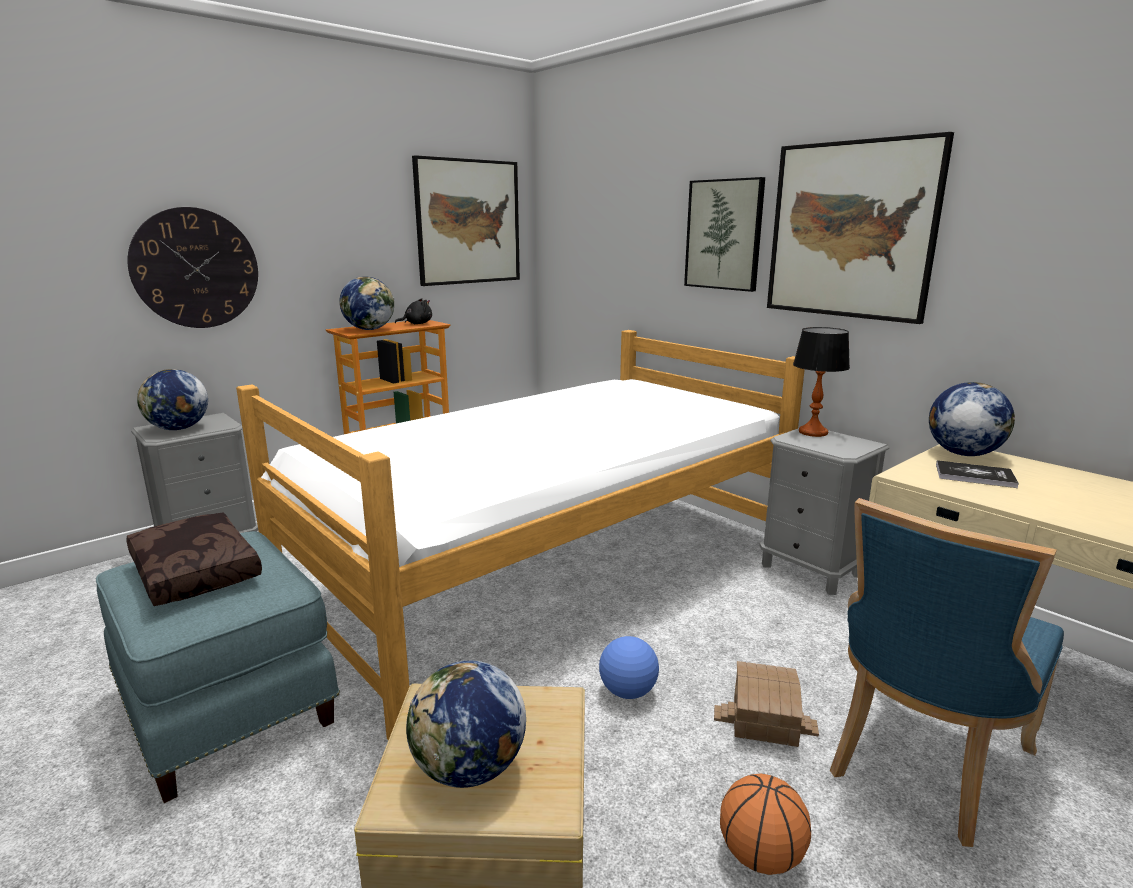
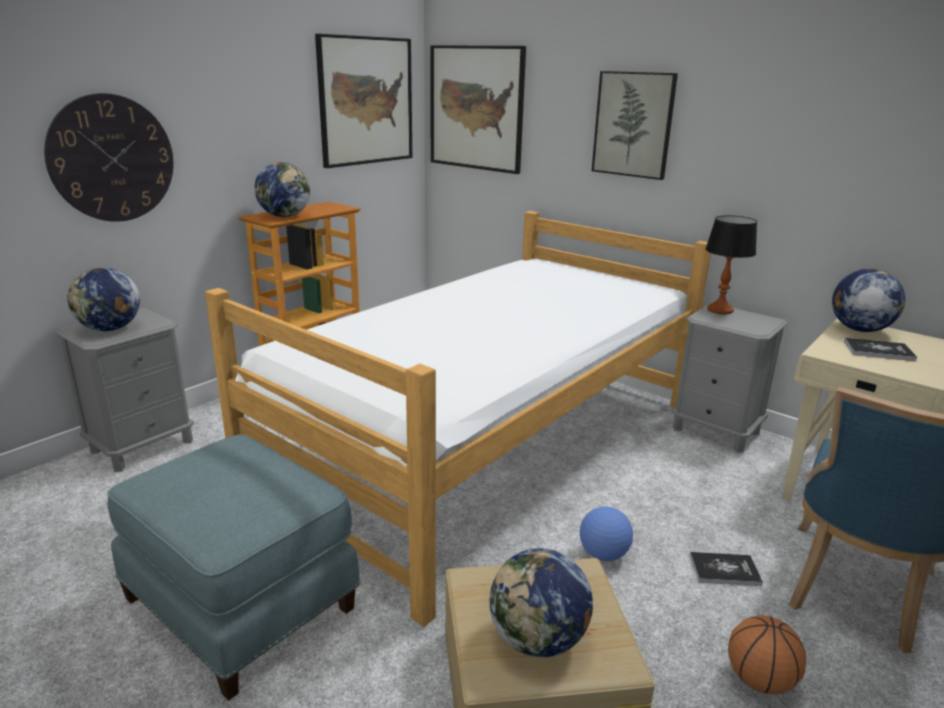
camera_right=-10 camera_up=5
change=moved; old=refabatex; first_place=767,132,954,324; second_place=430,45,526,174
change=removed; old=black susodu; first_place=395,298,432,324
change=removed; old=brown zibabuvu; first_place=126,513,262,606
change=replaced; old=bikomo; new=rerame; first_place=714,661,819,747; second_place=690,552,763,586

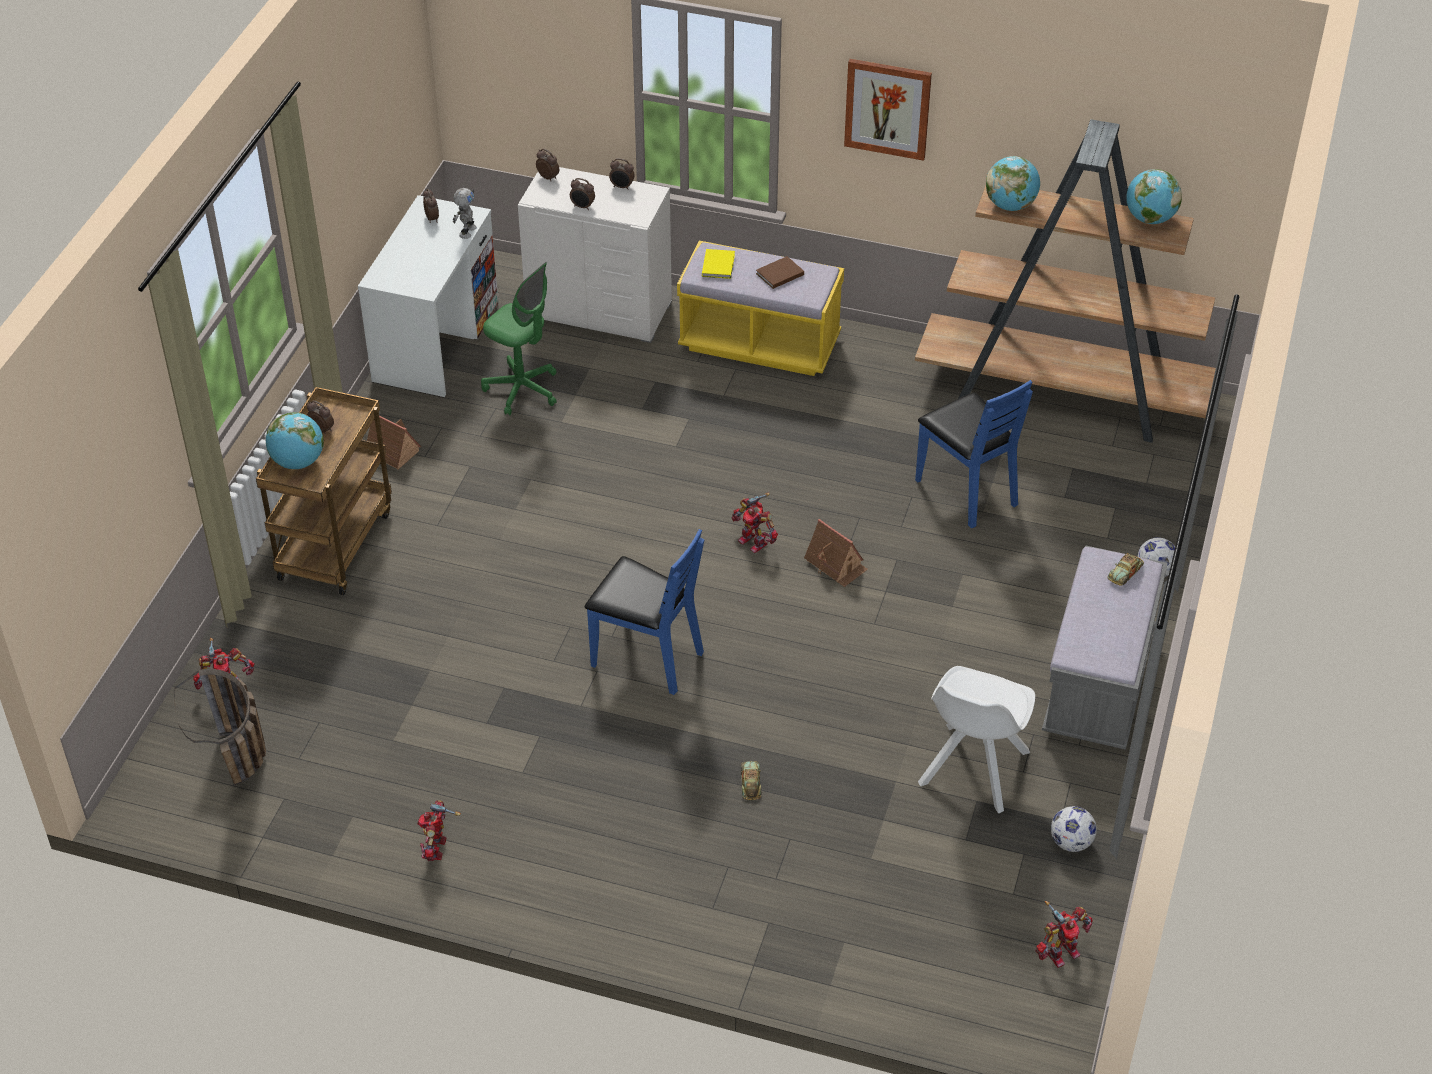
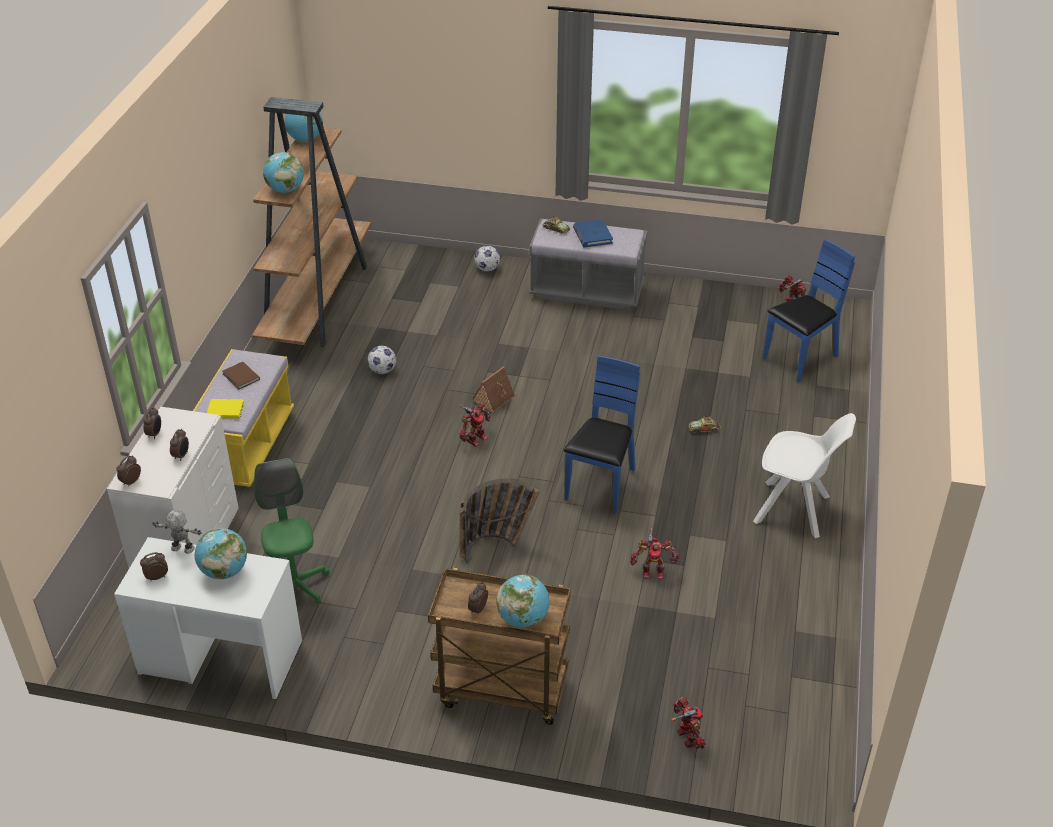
camera_right=-95 camera_up=-5
change=removed; old=refabatex; first_place=844,59,932,161
change=turned; old=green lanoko; first_place=481,262,557,415; second_place=254,458,330,604; degrees=-45
change=moved; old=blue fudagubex; first_place=915,380,1033,528; second_place=763,240,855,382
change=removed; old=bikomo; first_place=367,415,422,469
change=moved; old=white fudagubex; first_place=918,666,1035,814; second_place=753,413,856,538
change=moved; old=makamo; first_place=174,669,266,785; second_place=460,478,540,564
change=moved; old=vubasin; first_place=418,800,461,861; second_place=630,528,679,579
change=moved; old=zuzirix; first_place=1051,806,1097,852; second_place=368,346,396,374
change=added; new=blue rerame; second_place=573,219,613,248
change=added; new=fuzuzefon; second_place=195,528,247,579

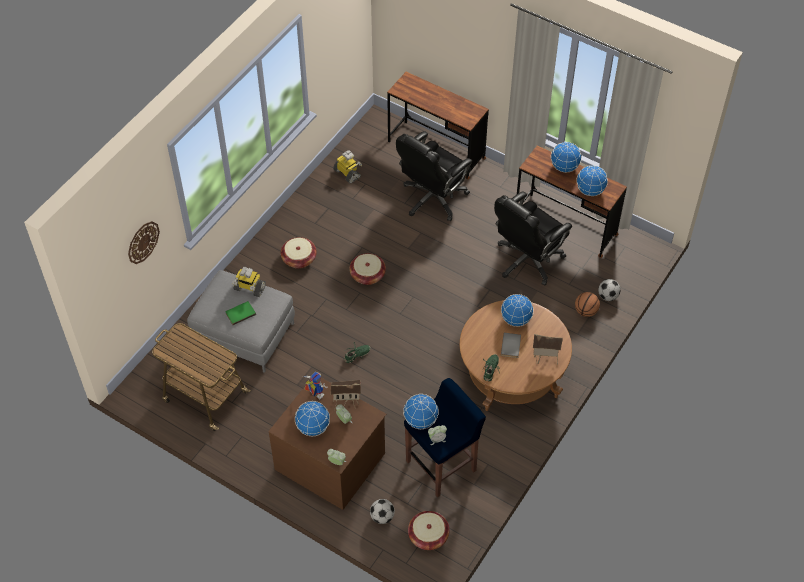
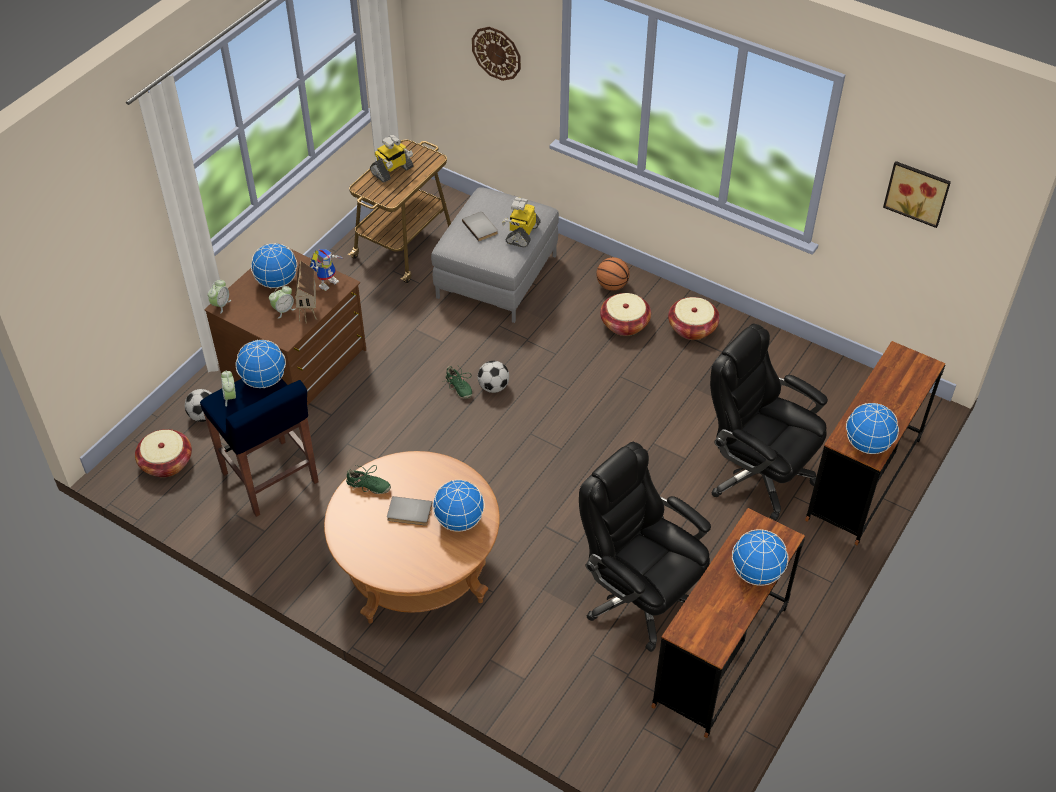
camera_right=90 camera_up=-5
change=moved; old=vubasin; first_place=333,150,362,184; second_place=370,135,413,183
change=moved; old=fuzuzefon; first_place=576,165,608,196; second_place=846,403,899,454
change=moved; old=makamo; first_place=349,253,386,285; second_place=668,297,720,340
change=moved; old=zuzirix; first_place=598,279,621,301; second_place=478,361,509,393
change=moved; old=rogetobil; first_place=575,292,600,317; second_place=596,257,630,291
change=recoloured; old=green rerame; new=grey rerame; first_place=226,301,256,325; second_place=462,212,498,241
change=removed; old=bikomo; first_place=533,334,563,364
change=added; new=refabatex; second_place=883,161,951,228

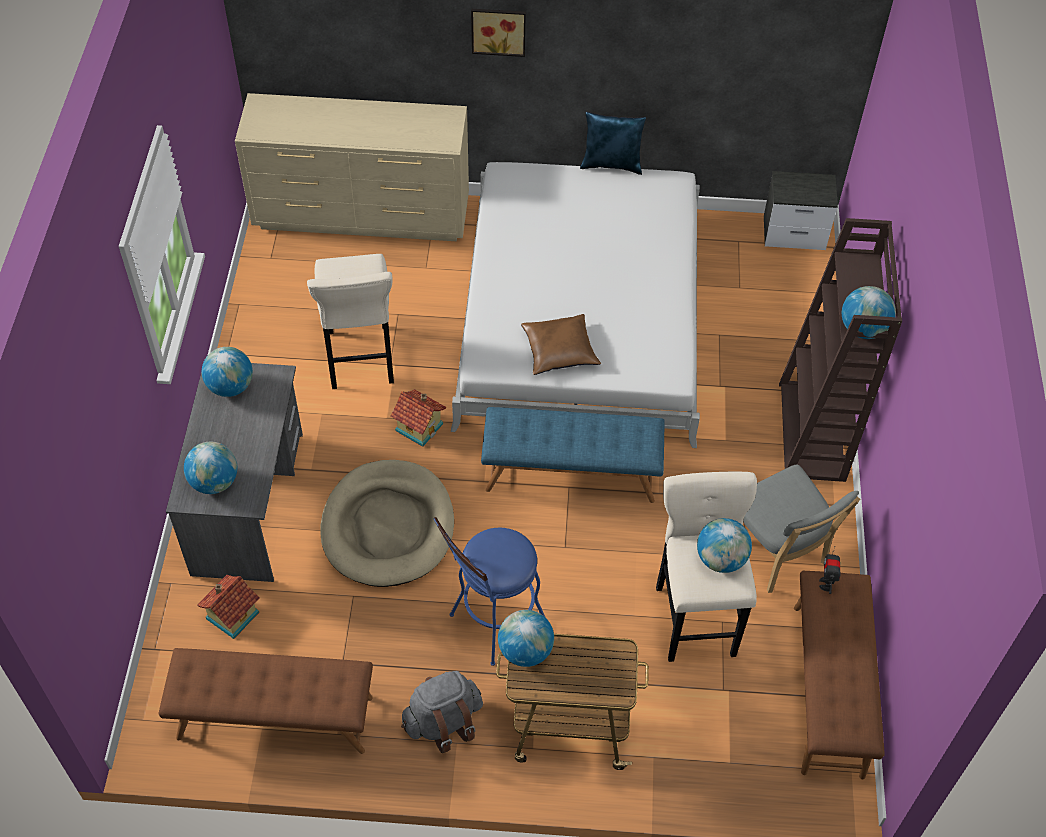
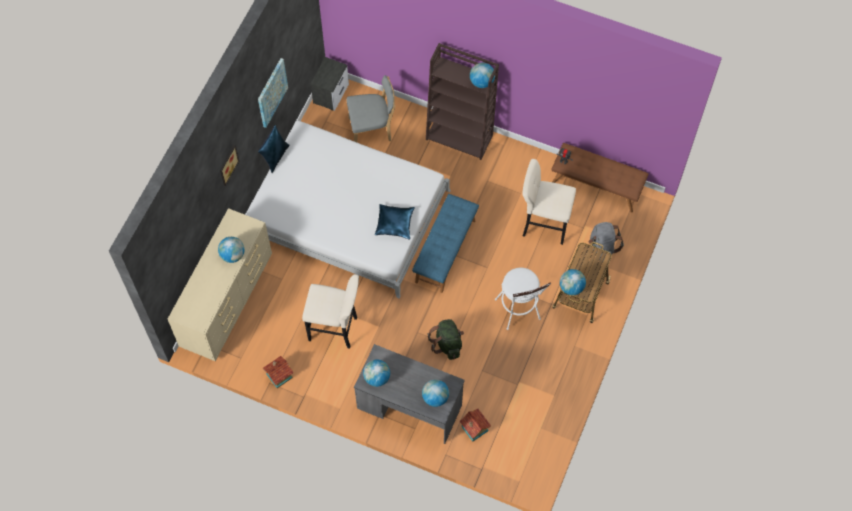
camera_right=-70 camera_up=10
change=recoloured; old=brown zibabuvu; new=blue zibabuvu; first_place=521,314,601,375; second_place=375,204,415,240
change=moved; old=bikomo; first_place=390,389,446,447; second_place=263,356,294,388
change=replaced; old=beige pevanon; new=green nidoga; first_place=320,460,454,587; second_place=428,319,464,360
change=moved; old=grey fudagubex; first_place=743,465,860,593; second_place=346,75,396,142
change=recoloured; old=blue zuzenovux; new=white zuzenovux; first_place=433,517,546,666; second_place=495,268,551,330
change=moved; old=fuzuzefon; first_place=697,518,752,573; second_place=218,237,244,263
change=removed; old=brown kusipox; first_place=159,648,373,754
change=moved; old=grey nidoga; first_place=401,671,483,753; second_place=589,222,624,258
change=added; new=refabatex; second_place=258,58,288,128

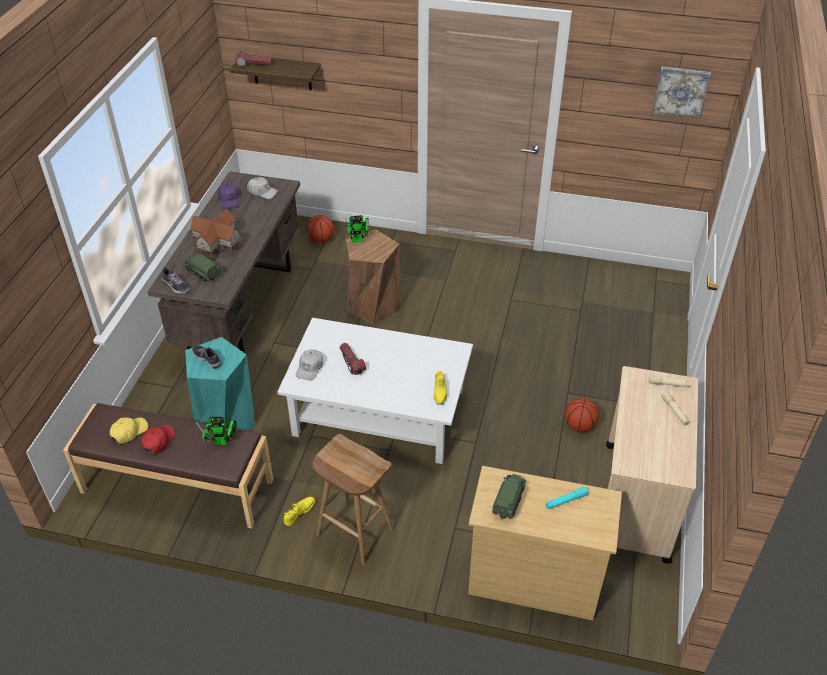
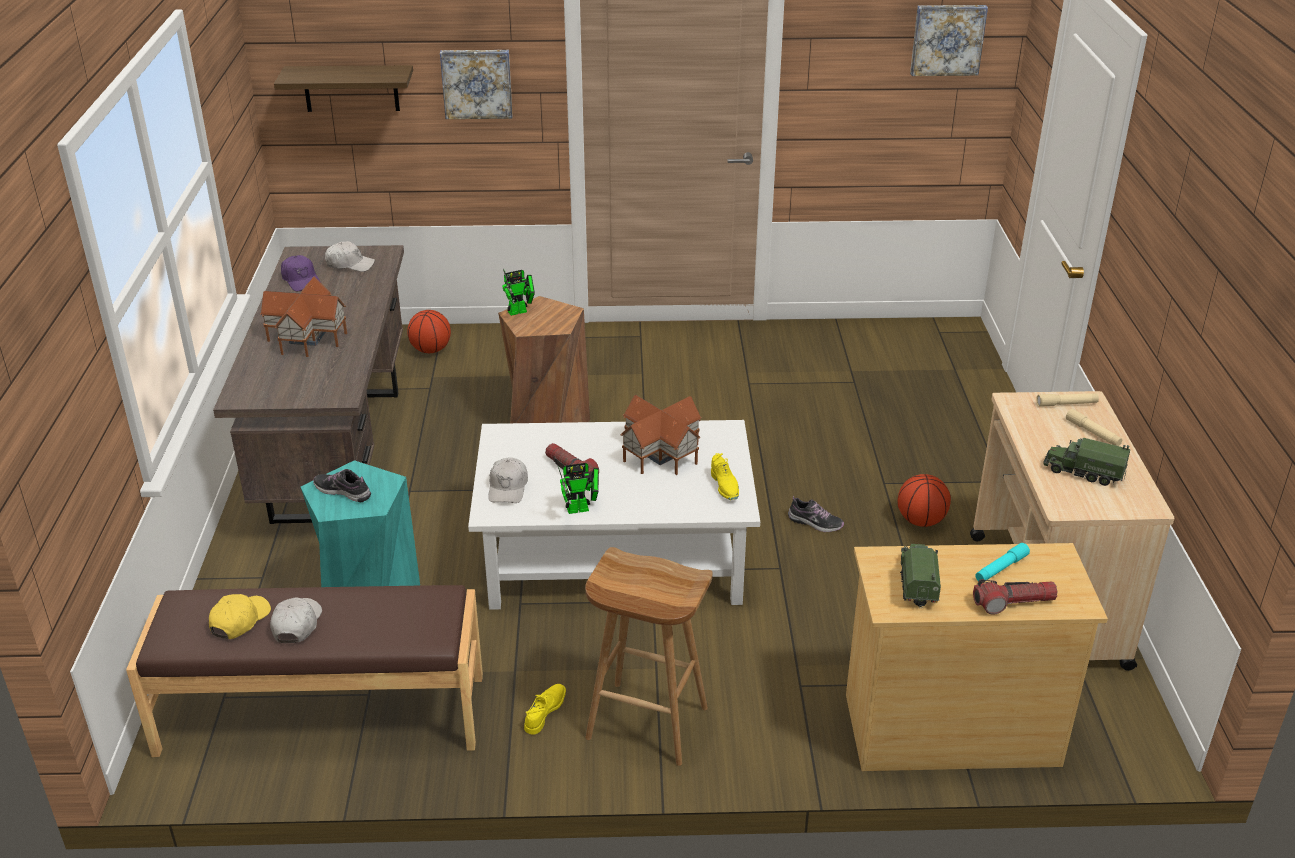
camera_right=-15 camera_up=-10
change=moved; old=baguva; first_place=235,51,272,67; second_place=973,579,1058,615
change=moved; old=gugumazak; first_place=183,254,220,282; second_place=1043,438,1130,486
change=moved; old=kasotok; first_place=162,266,191,294; second_place=788,496,844,532
change=moved; old=vubasin; first_place=196,417,237,445; second_place=558,463,599,514
change=recoloured; old=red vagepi; new=white vagepi; first_place=141,425,175,454; second_place=270,597,322,643
change=added; new=refabatex; second_place=440,50,513,119
change=added; new=bikomo; second_place=621,395,702,475

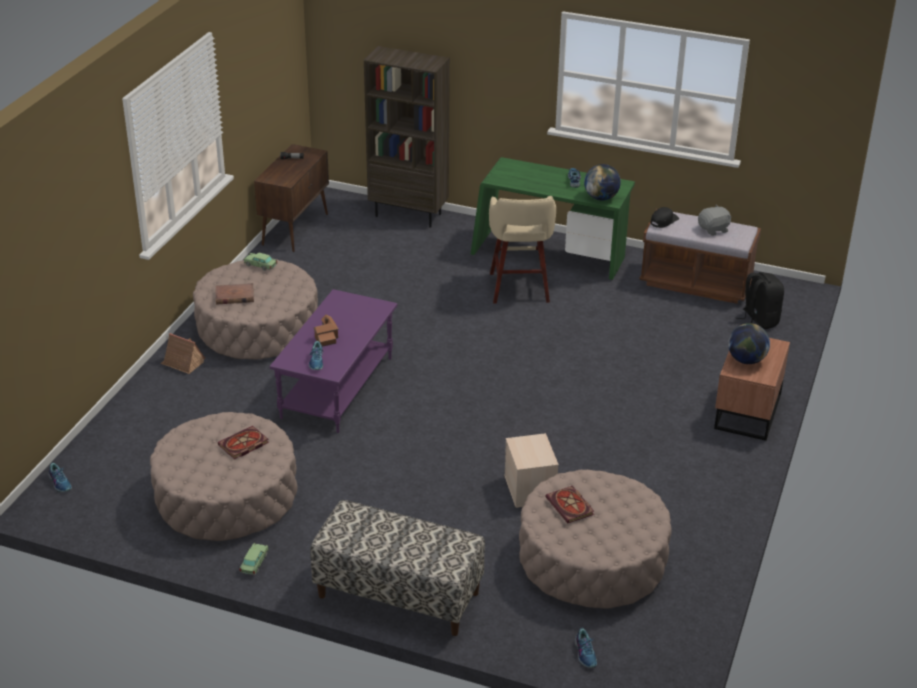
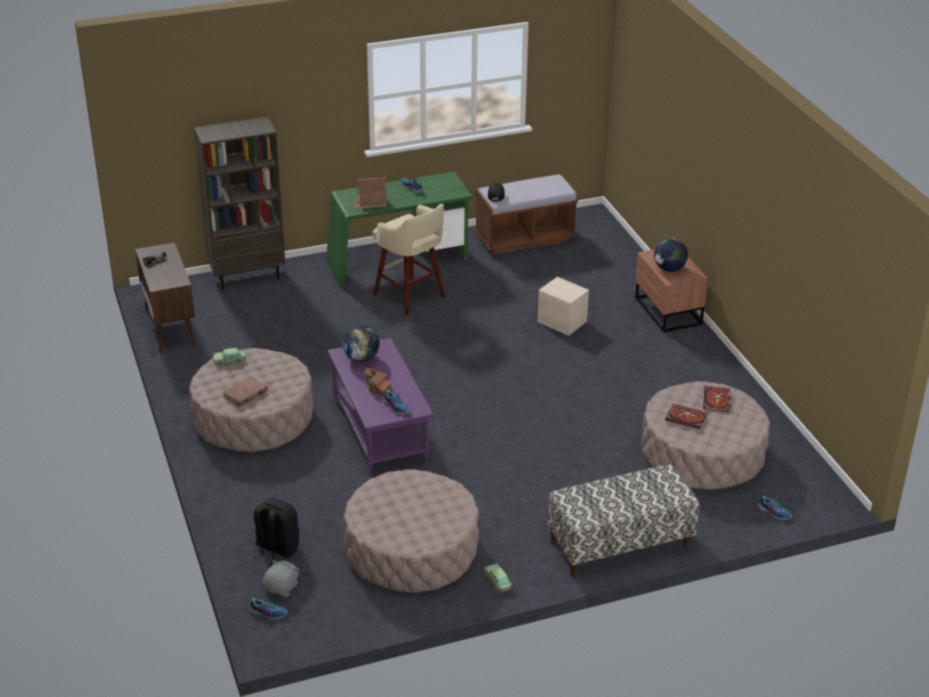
camera_right=-40 camera_up=0
change=moved; old=fuzuzefon; first_place=584,164,621,201; second_place=342,325,380,362
change=moved; old=grey susodu; first_place=698,205,731,236; second_place=263,560,300,597
change=moved; old=black nidoga; first_place=736,272,784,330; second_place=254,498,299,566
change=moved; old=bikomo; first_place=160,333,206,374; second_place=353,177,387,209
change=moved; old=rerame; first_place=218,426,269,459; second_place=703,386,731,412
change=moved; old=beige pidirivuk; first_place=504,433,559,508; second_place=537,277,589,336

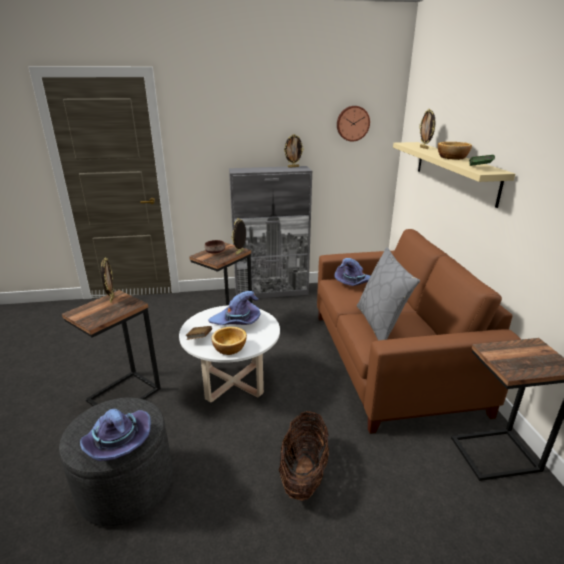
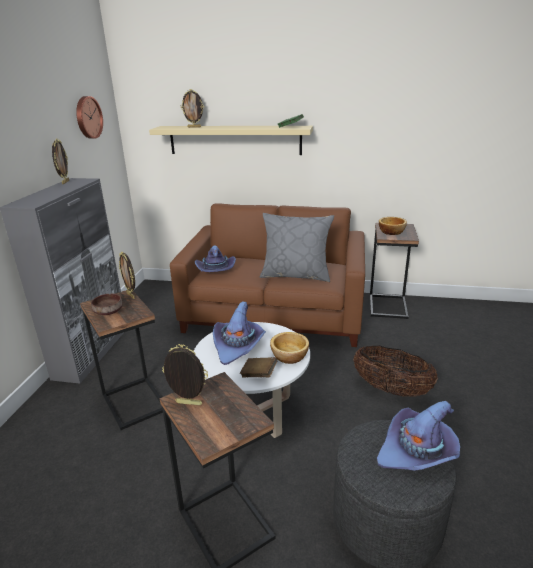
camera_right=-70 camera_up=0
change=moved; old=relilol; first_place=438,142,472,160; second_place=379,217,407,235

